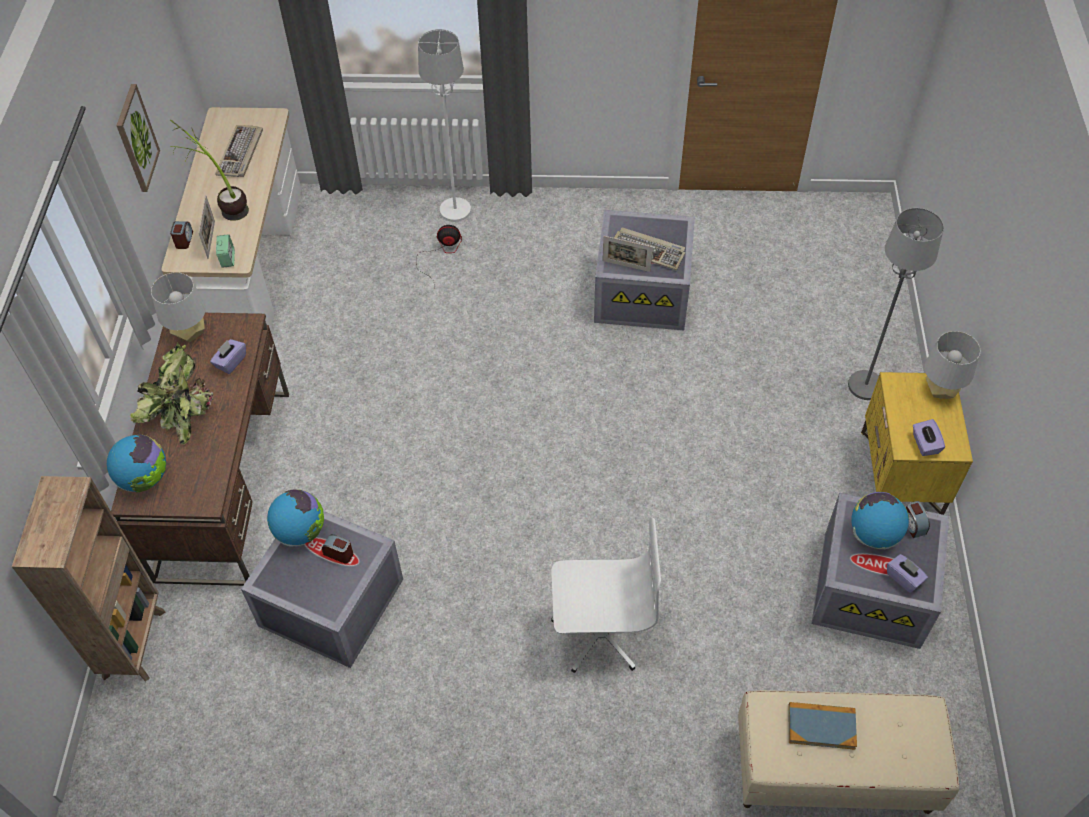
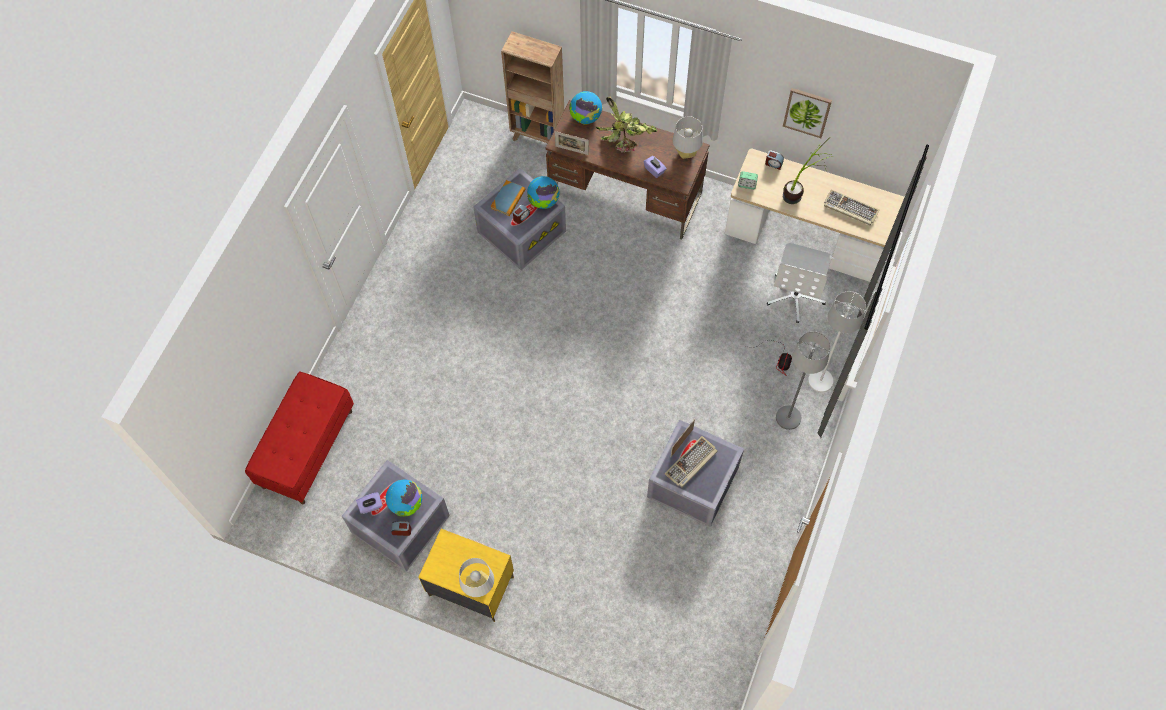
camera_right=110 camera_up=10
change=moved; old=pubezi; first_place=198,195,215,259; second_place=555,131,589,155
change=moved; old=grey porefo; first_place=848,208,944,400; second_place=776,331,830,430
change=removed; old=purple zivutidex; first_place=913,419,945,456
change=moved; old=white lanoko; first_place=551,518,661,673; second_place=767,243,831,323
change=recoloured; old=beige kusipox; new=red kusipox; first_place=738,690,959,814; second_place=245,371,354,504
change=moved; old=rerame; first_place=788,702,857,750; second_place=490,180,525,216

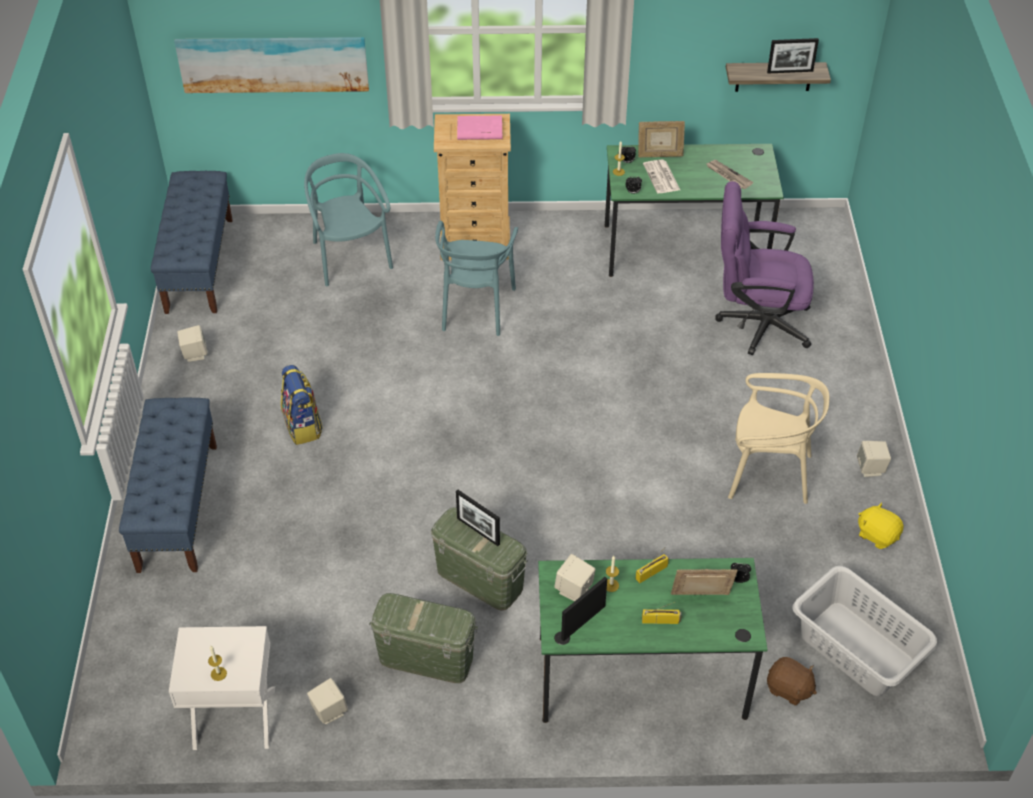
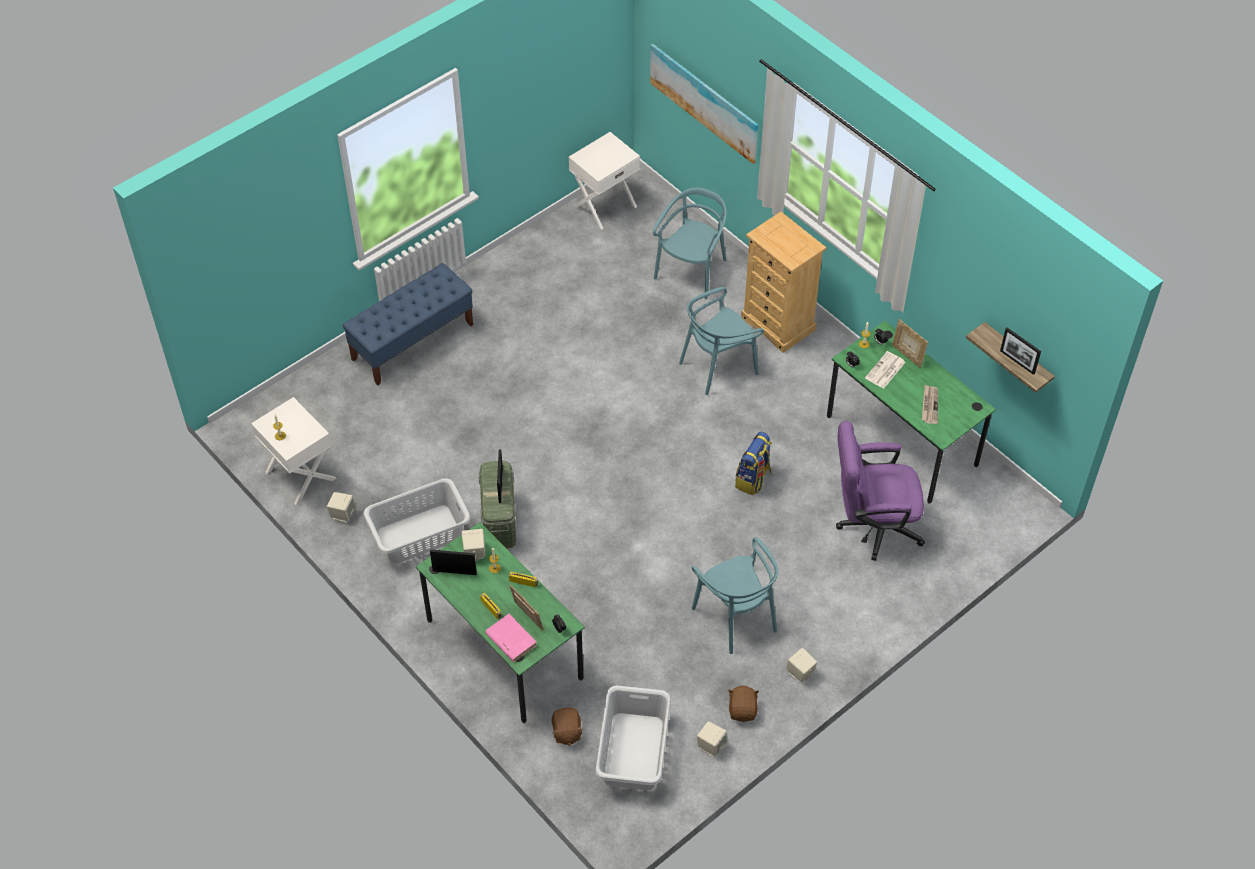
camera_right=50 camera_up=5
change=moved; old=pink rerame; first_place=457,116,502,140; second_place=485,614,537,662
change=replaced; old=blue kusipox; new=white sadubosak; first_place=151,171,233,314; second_place=569,132,640,230
change=turned; old=purple lanoko; first_place=715,181,814,355; second_place=836,421,925,561; degrees=-60
change=moved; old=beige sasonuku; first_place=177,325,207,362; second_place=697,721,727,757
change=moved; old=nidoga; first_place=281,365,323,445; second_place=735,432,772,495
change=recoloured; old=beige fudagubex; new=turquoise fudagubex; first_place=728,373,829,504; second_place=692,537,778,654
change=recoloured; old=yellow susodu; new=brown susodu; first_place=858,502,904,549; second_place=728,685,759,722
change=replaced; old=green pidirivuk; new=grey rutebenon; first_place=369,593,478,683; second_place=363,479,471,563

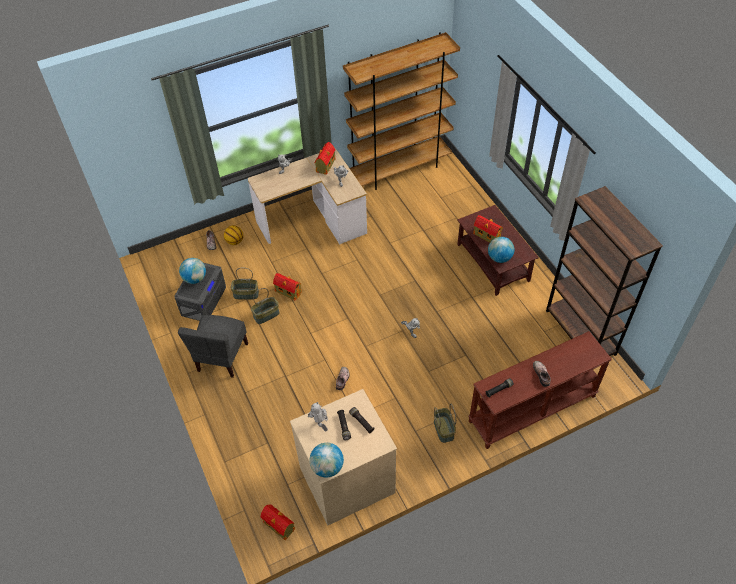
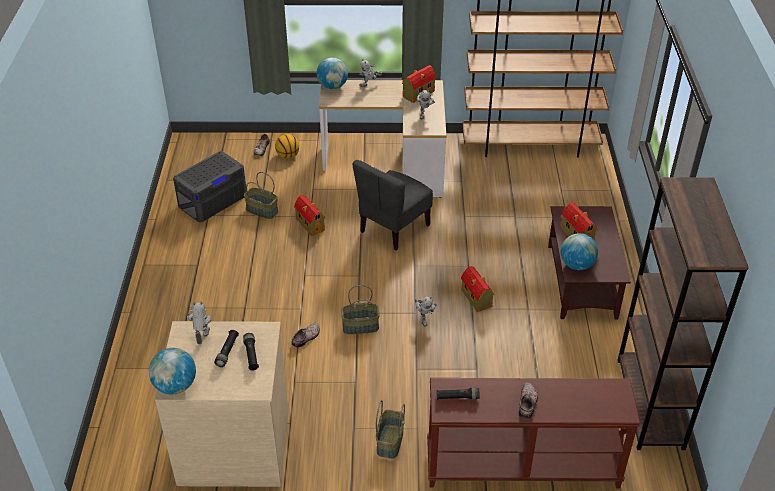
camera_right=25 camera_up=-10
change=moved; old=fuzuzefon; first_place=179,258,206,284; second_place=317,57,348,89
change=moved; old=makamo; first_place=251,288,280,324; second_place=341,285,380,334
change=moved; old=grey fudagubex; first_place=178,315,248,378; second_place=352,160,433,250
change=moved; old=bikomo; first_place=260,504,295,540; second_place=461,266,494,312

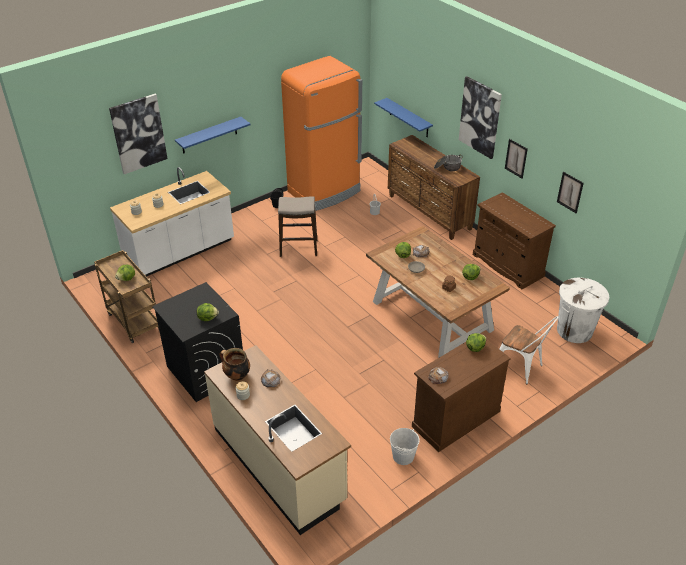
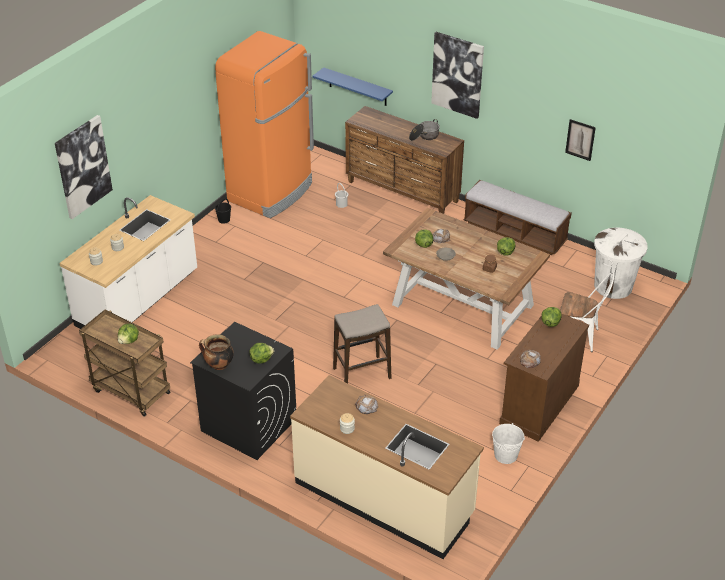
camera_right=-20 camera_up=0
change=removed; old=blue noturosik; first_place=175,117,251,154
change=removed; old=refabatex; first_place=505,139,528,179
change=replaced; old=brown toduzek; new=kusipox; first_place=473,192,556,289; second_place=464,180,572,255
change=moved; old=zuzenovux; first_place=278,196,317,257; second_place=333,304,391,384
change=moved; old=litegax; first_place=219,348,250,381; second_place=199,334,234,370

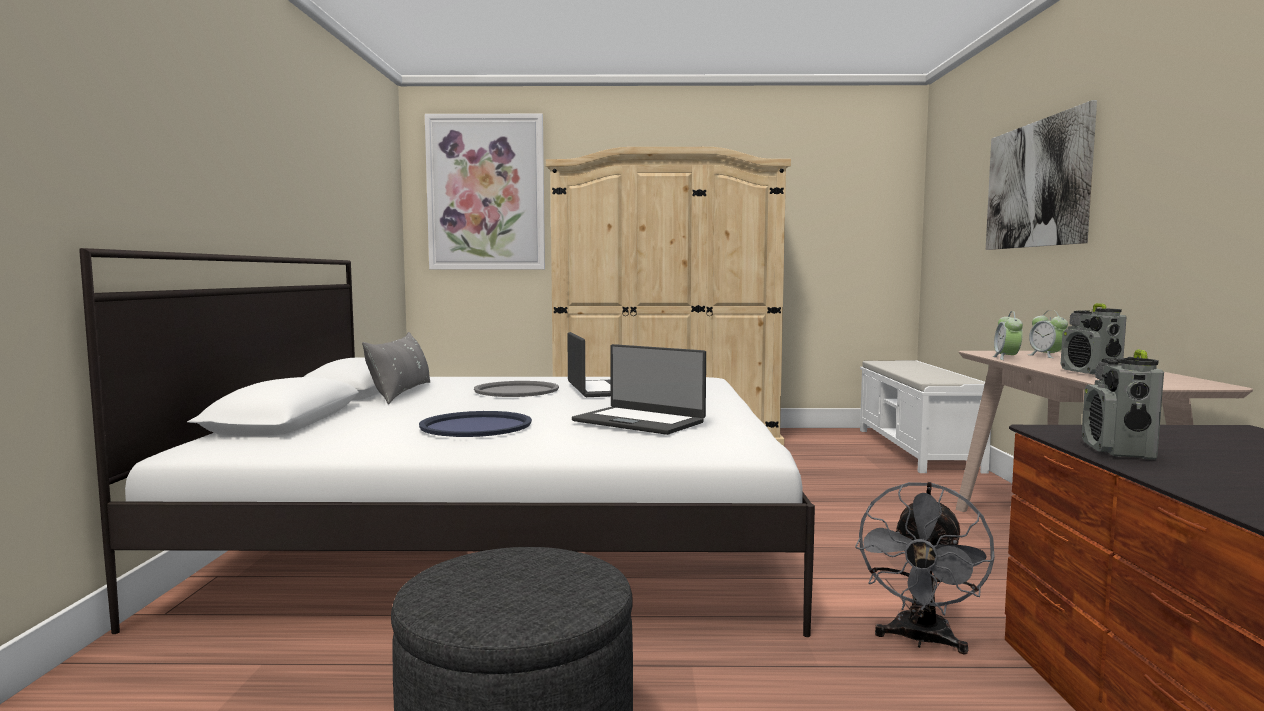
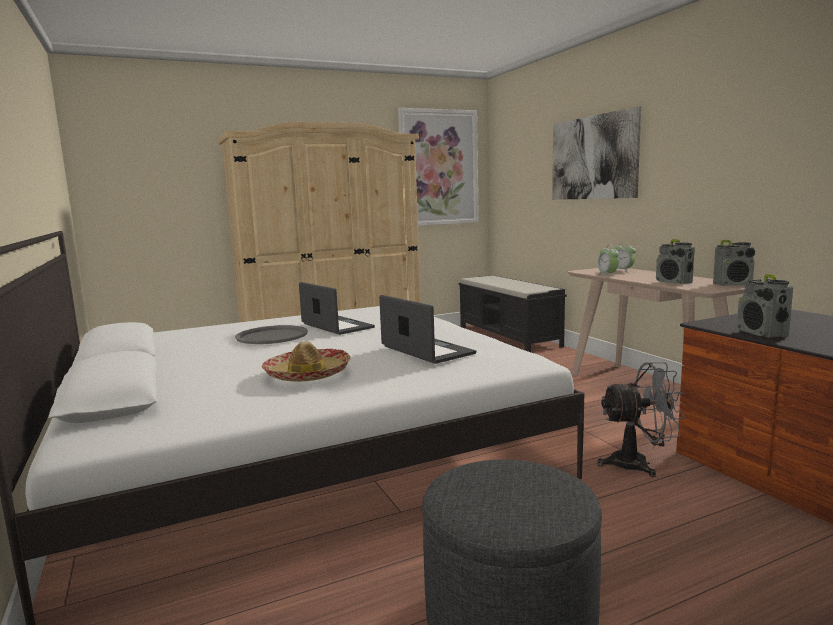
camera_right=-25 camera_up=5
change=moved; old=refabatex; first_place=425,114,545,269; second_place=398,108,479,226
change=removed; old=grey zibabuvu; first_place=362,332,430,404
change=turned; old=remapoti; first_place=572,344,706,435; second_place=379,295,476,364; degrees=-135
change=recoloured; old=white kusipox; new=black kusipox; first_place=860,360,991,474; second_place=458,275,567,352
change=replaced; old=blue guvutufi; new=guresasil; first_place=419,411,532,437; second_place=262,341,350,381
change=turned; old=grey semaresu; first_place=855,482,994,654; second_place=597,362,685,477; degrees=-90
change=added; new=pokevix; second_place=713,240,755,286

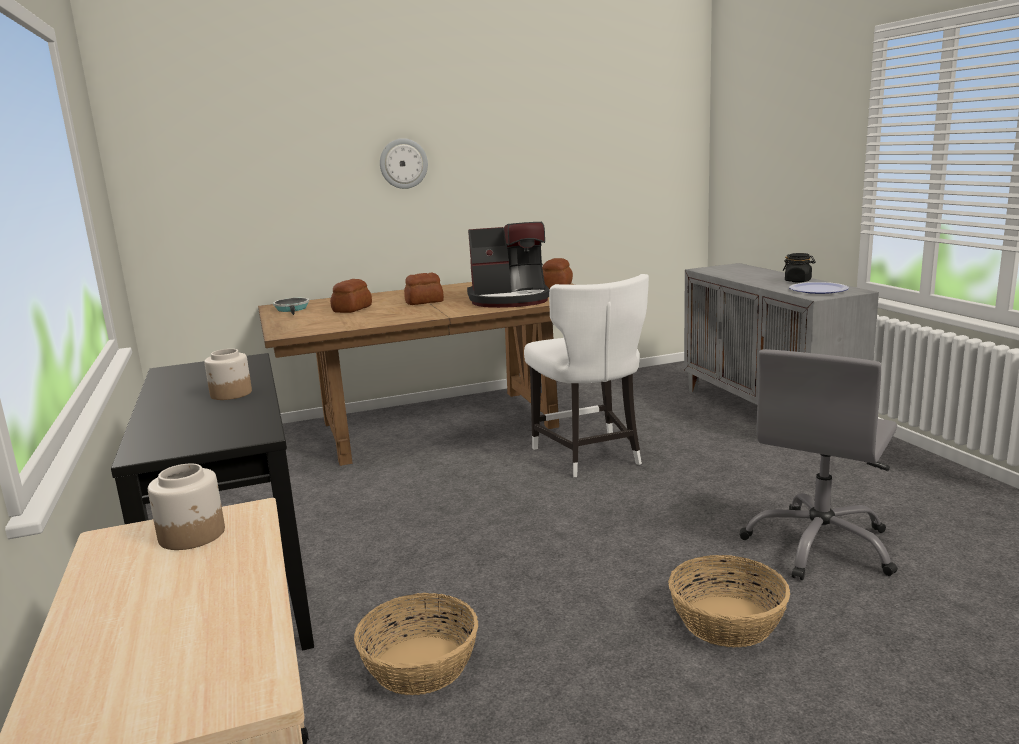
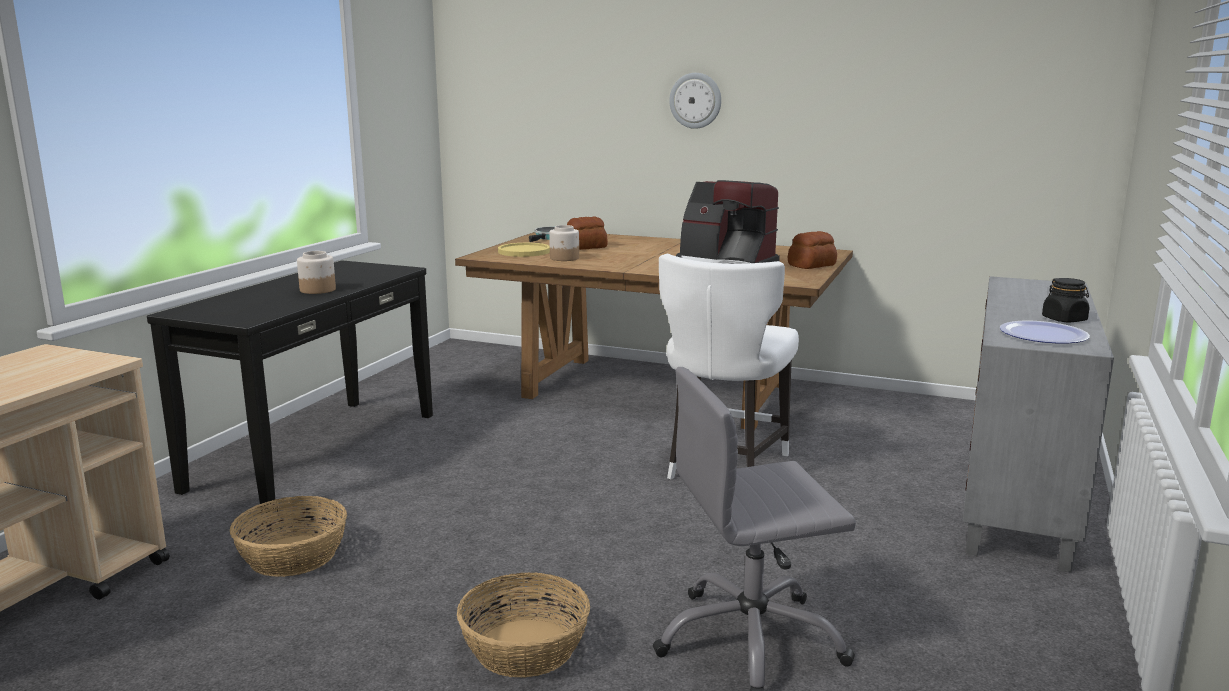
camera_right=40 camera_up=0
change=removed; old=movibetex; first_place=404,273,444,305
change=moved; old=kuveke; first_place=148,464,225,550; second_place=549,225,579,261
change=added; new=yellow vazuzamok; second_place=498,243,550,257

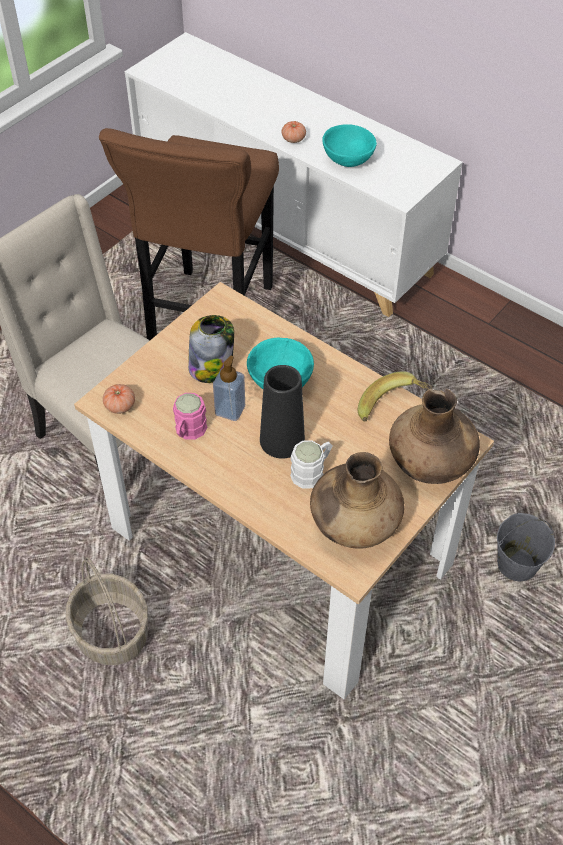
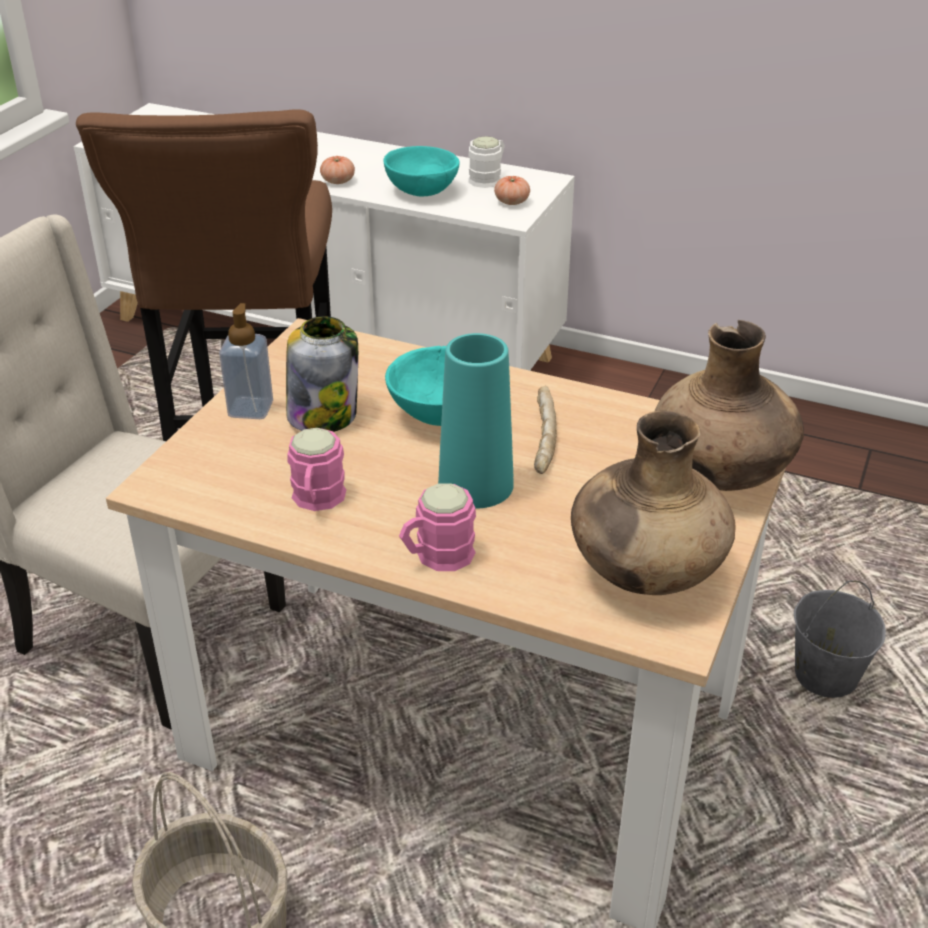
camera_right=-15 camera_up=-15
change=moved; old=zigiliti; first_place=213,356,245,421; second_place=219,303,273,419
change=recoloured; old=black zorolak; new=turquoise zorolak; first_place=260,365,305,459; second_place=438,333,514,508
change=removed; old=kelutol; first_place=358,371,432,422
change=moved; old=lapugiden; first_place=103,384,135,414; second_place=494,176,530,205
change=moved; old=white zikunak; first_place=290,441,332,489; second_place=468,136,505,188
change=added; new=movibetex; second_place=534,386,557,474
change=added; new=pink zikunak; second_place=399,483,476,571

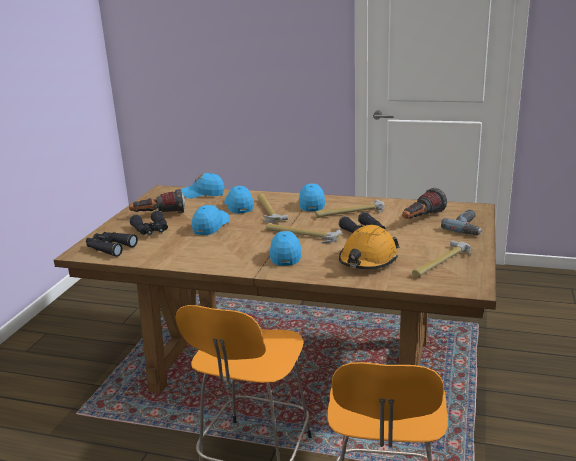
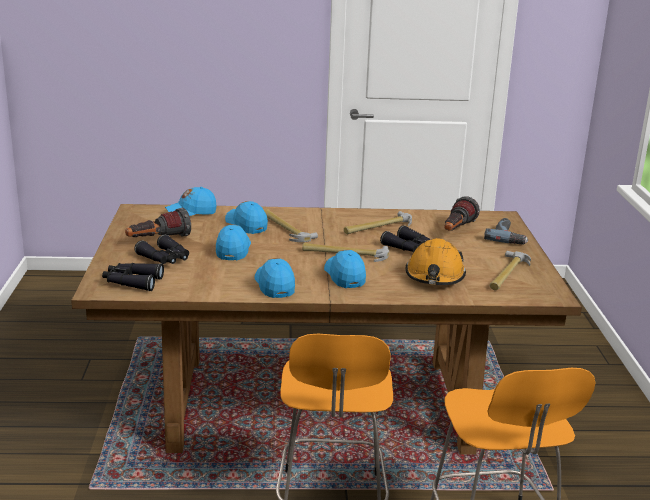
camera_right=-20 camera_up=0
change=moved; old=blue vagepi; first_place=299,183,325,211; second_place=254,258,295,298

